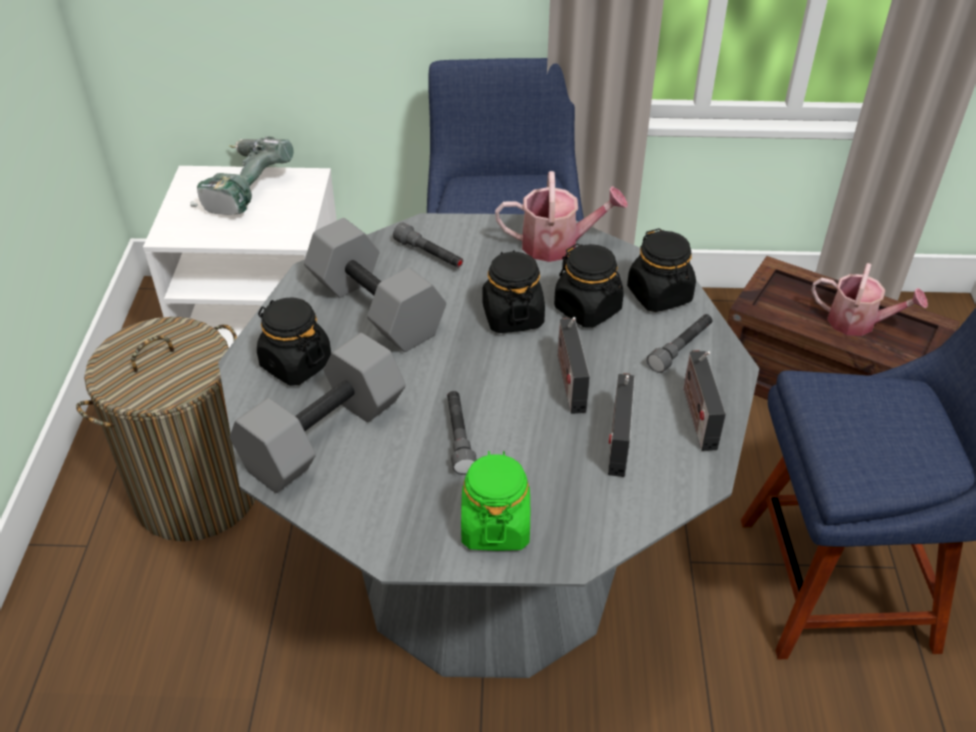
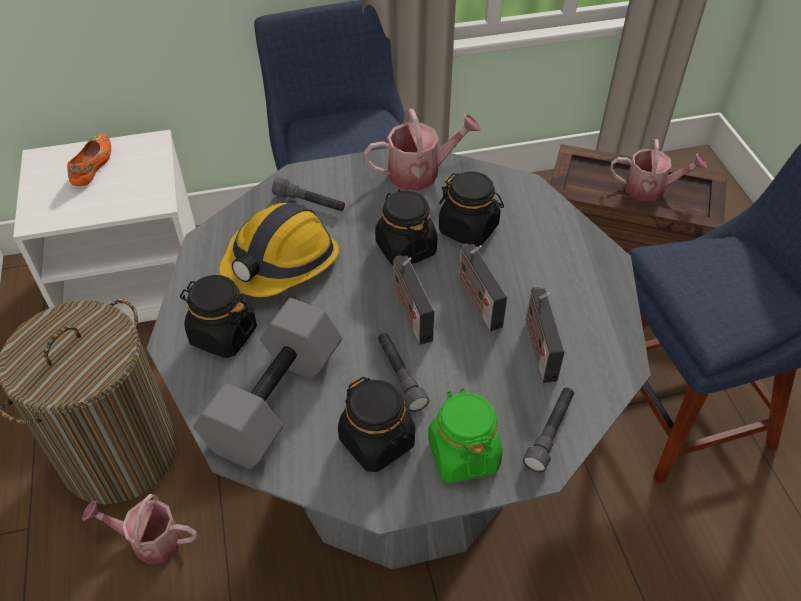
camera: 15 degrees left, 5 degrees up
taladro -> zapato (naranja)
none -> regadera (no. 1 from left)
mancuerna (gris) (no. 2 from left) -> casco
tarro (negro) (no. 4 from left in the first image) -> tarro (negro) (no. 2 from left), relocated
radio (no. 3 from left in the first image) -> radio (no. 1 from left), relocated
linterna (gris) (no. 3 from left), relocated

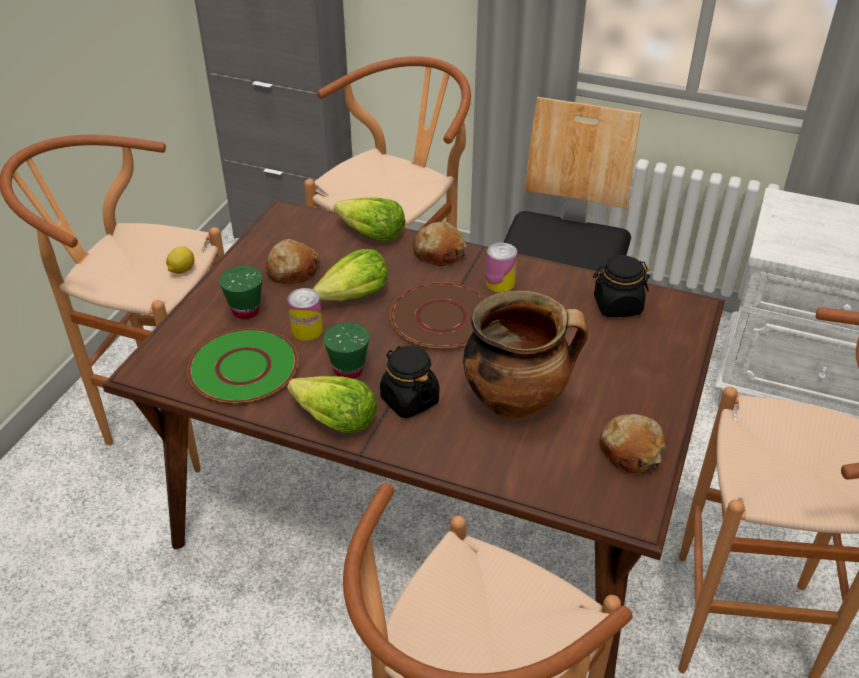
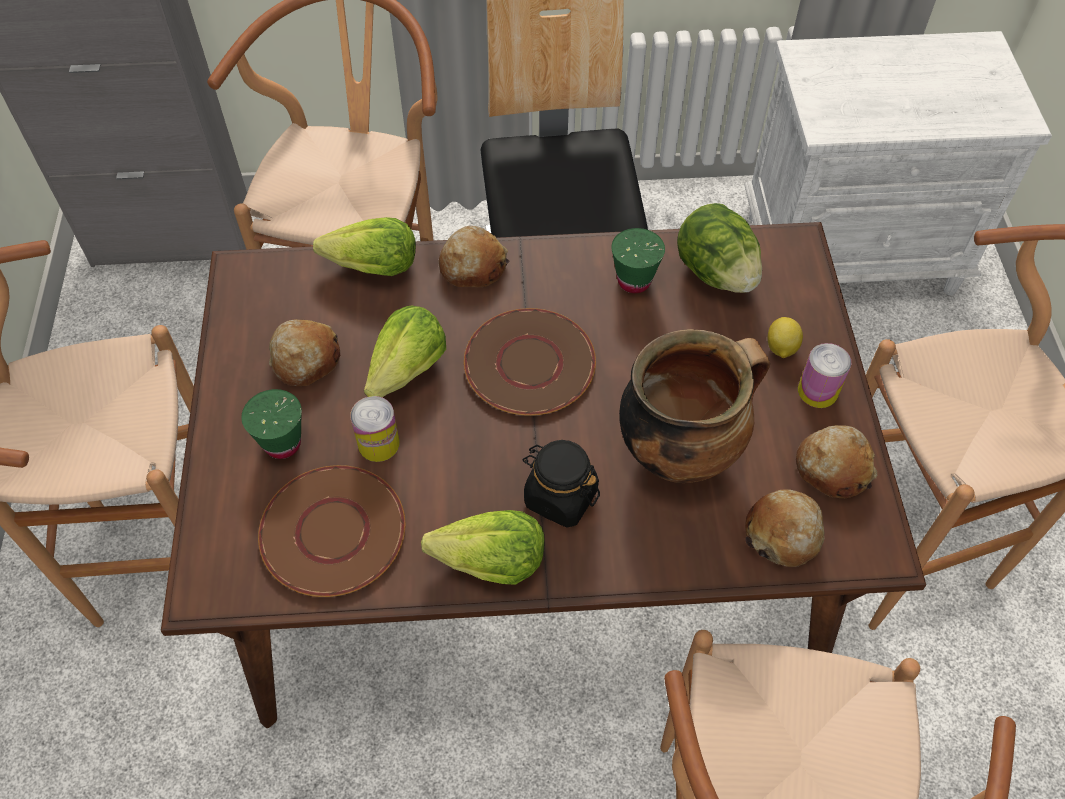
camera: 25 degrees left, 15 degrees up
plato (verde) -> plato (marrón) (no. 1 from left)
taza (verde) (no. 2 from left), relocated
tarro (negro) (no. 2 from left) -> lechuga (no. 4 from left)
none -> pan (no. 3 from left)
limón, relocated
lata (no. 2 from left), relocated

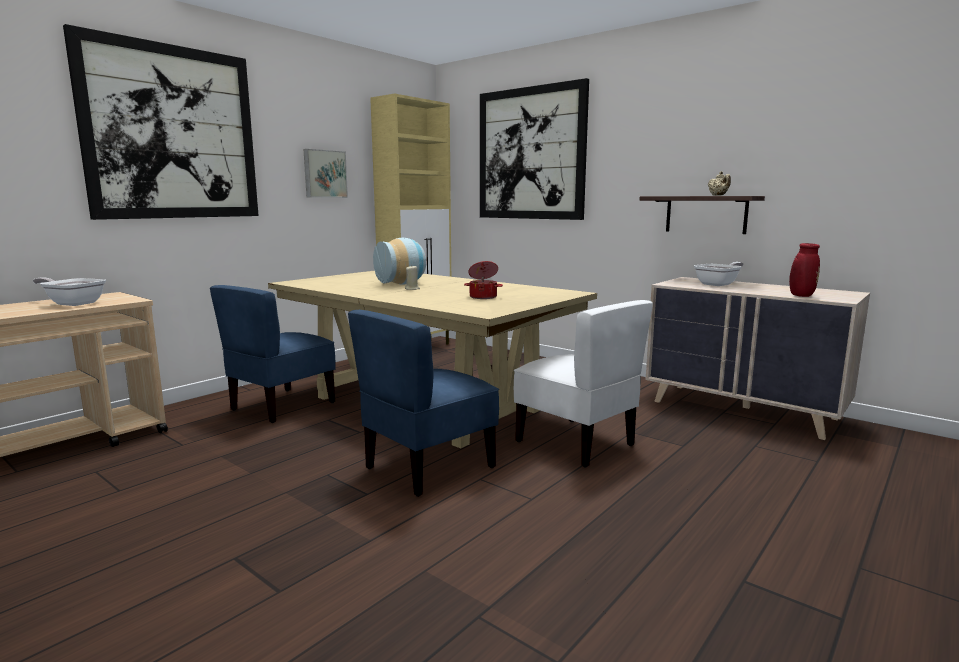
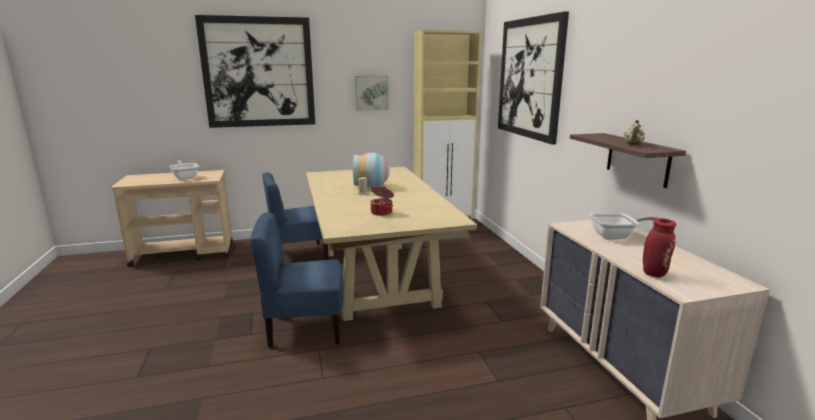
camera: 35 degrees right, 5 degrees up
silla (blanco) -> none

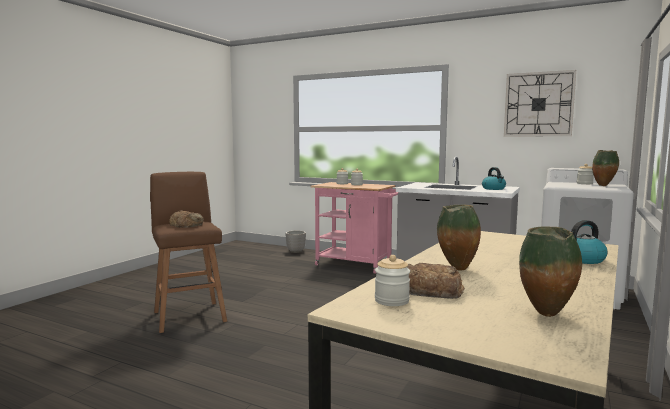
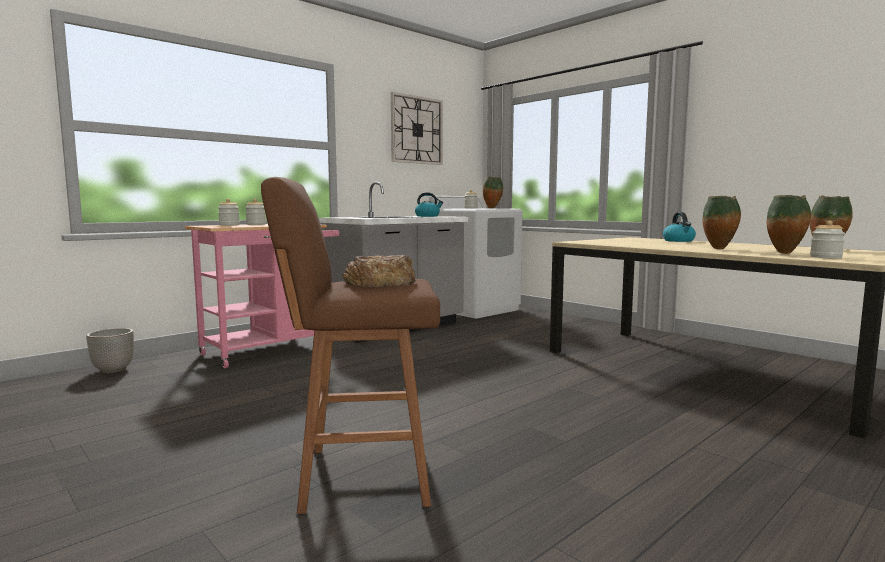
camera: 70 degrees left, 0 degrees up
pan (no. 2 from left) -> florero (no. 3 from left)

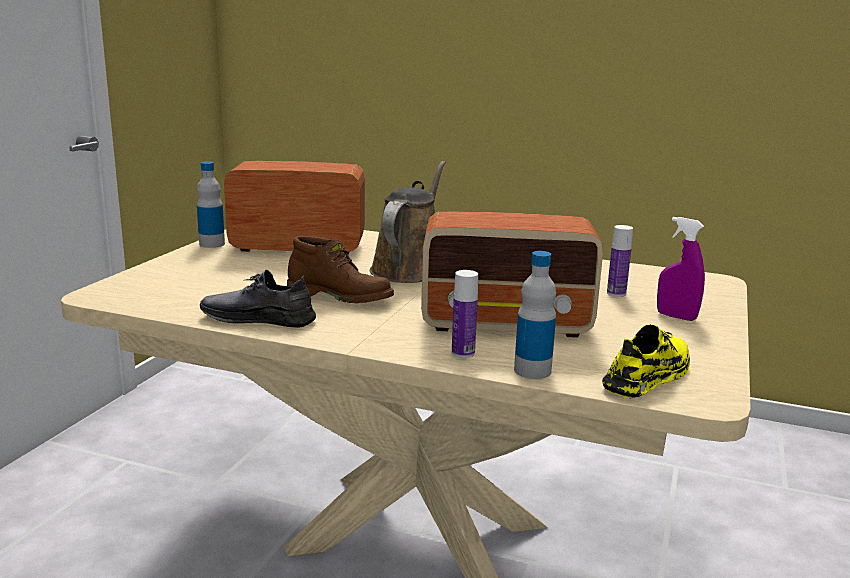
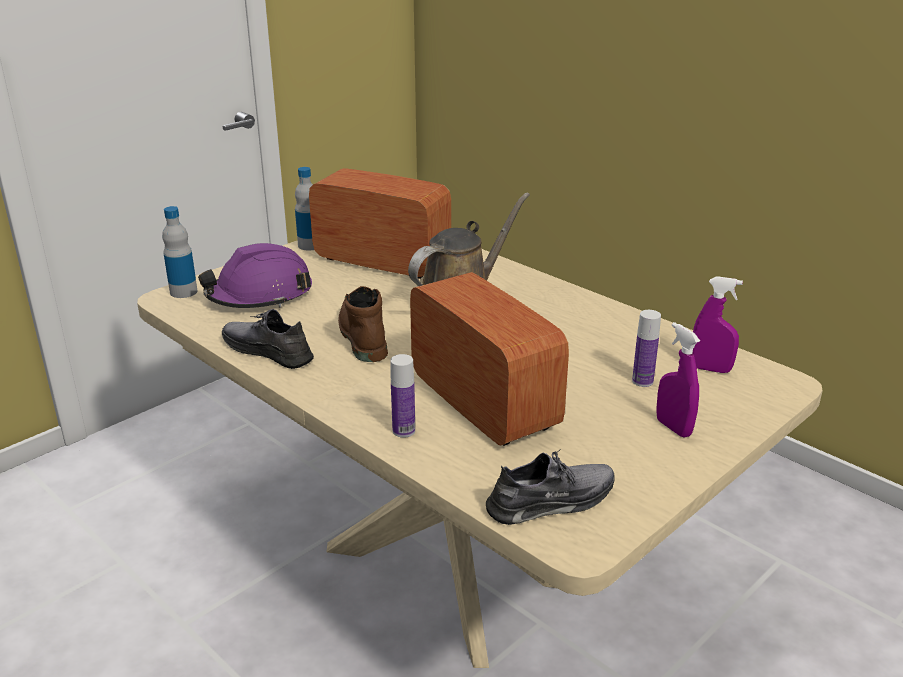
camera: 25 degrees right, 10 degrees up
botella (no. 3 from left in the first image) -> botella (no. 1 from left), relocated
none -> casco (morado)
bota (marrón), 150 degrees counterclockwise
radio (no. 2 from left), 150 degrees counterclockwise
zapato (amarillo) -> zapato (gris) (no. 2 from left)
none -> pulverizador (morado) (no. 2 from left)

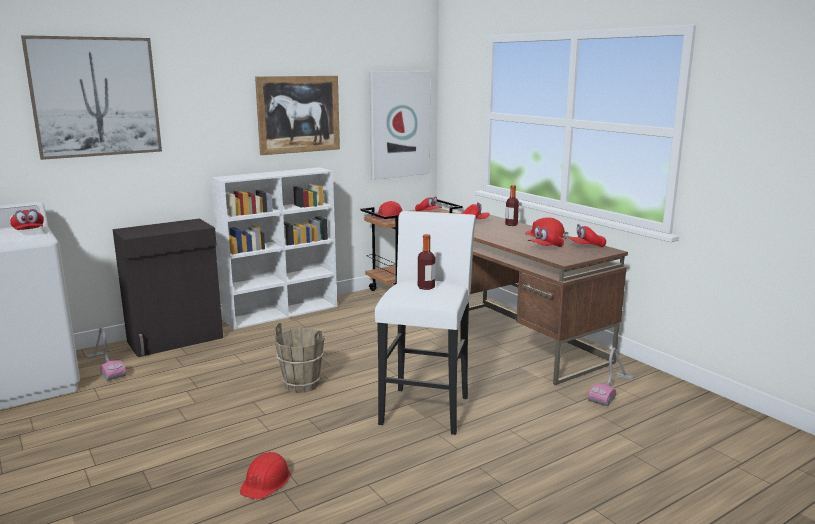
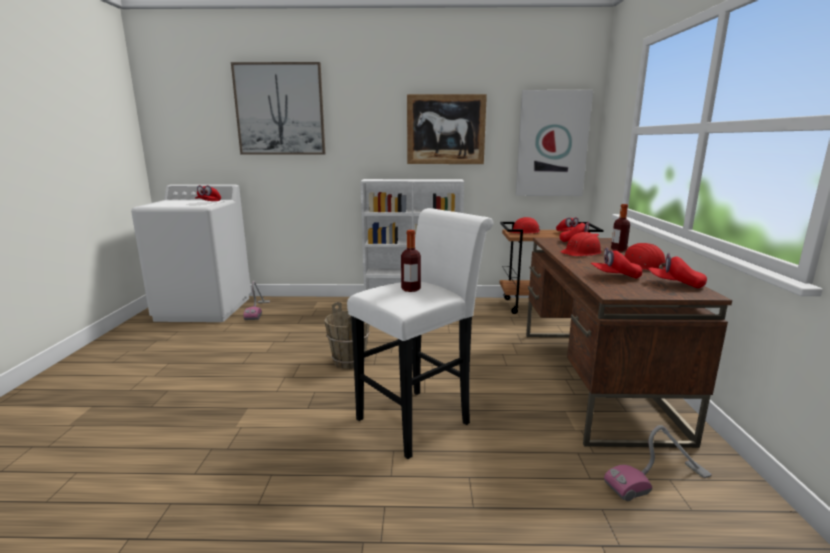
camera: 35 degrees right, 0 degrees up
casco (rojo) (no. 1 from left in the first image) -> casco (rojo) (no. 2 from left), relocated
armario (negro) -> none

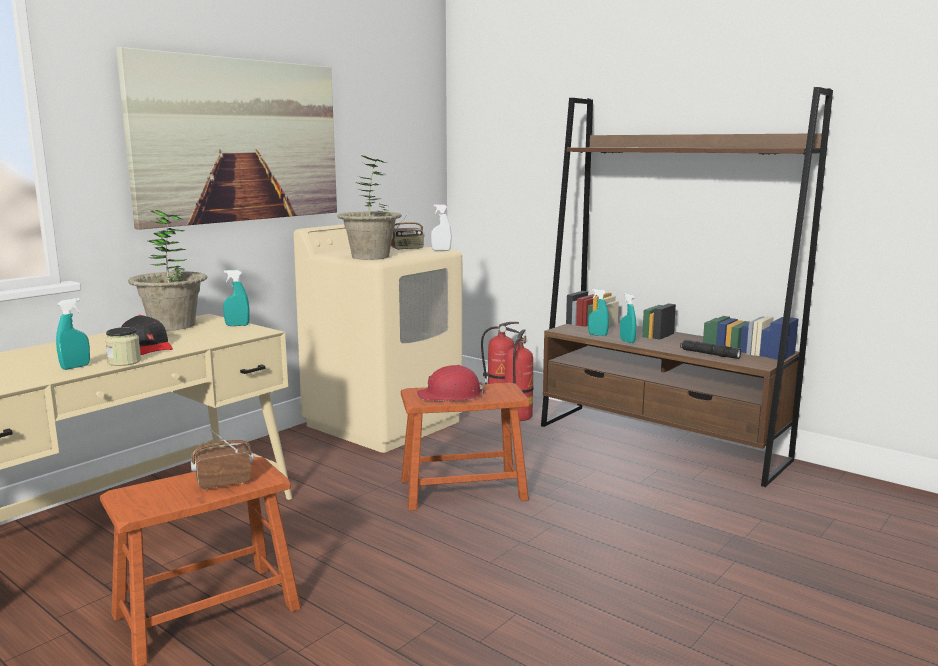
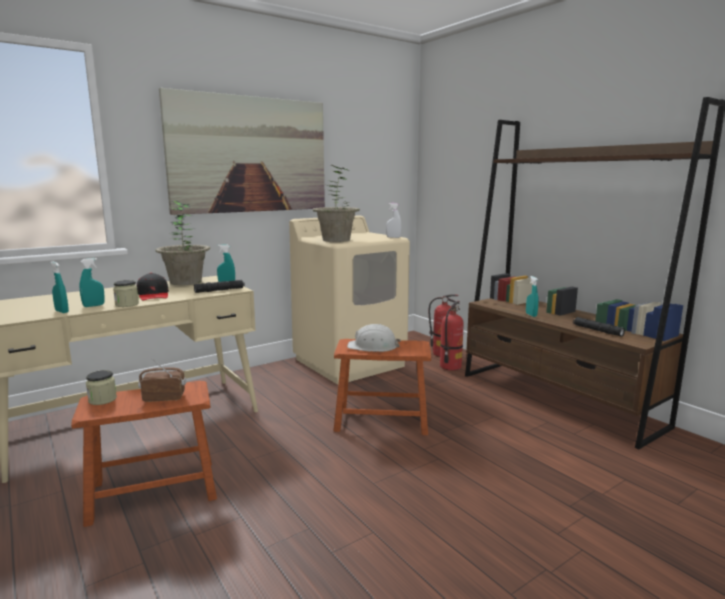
camera: 15 degrees right, 0 degrees up
pulverizador (turquesa) (no. 3 from left in the first image) -> pulverizador (turquesa) (no. 1 from left), relocated
none -> tarro (no. 1 from left)
none -> linterna (negro) (no. 1 from left)
casco (rojo) -> casco (blanco)
radio (no. 2 from left) -> none

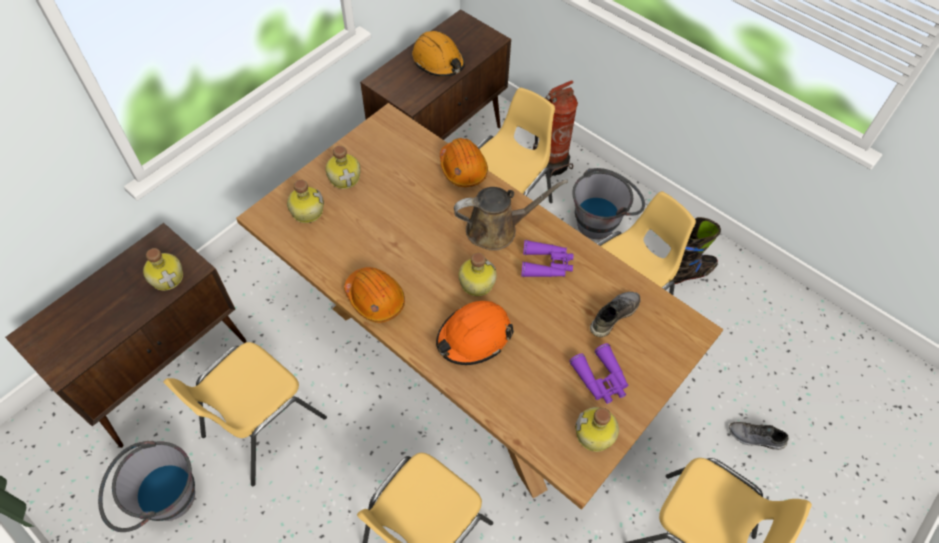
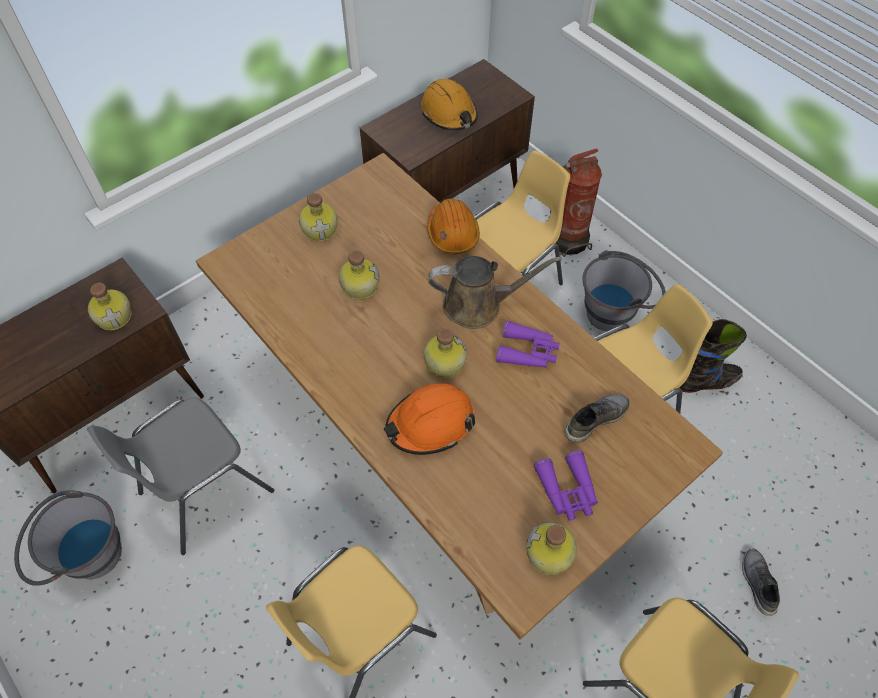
camera: 10 degrees right, 0 degrees up
silla (amarillo) (no. 1 from left) -> silla (gris)
botella (no. 2 from left in the first image) -> botella (no. 3 from left), relocated
zapato (gris) (no. 2 from left), 60 degrees clockwise
casco (naranja) (no. 1 from left) -> none

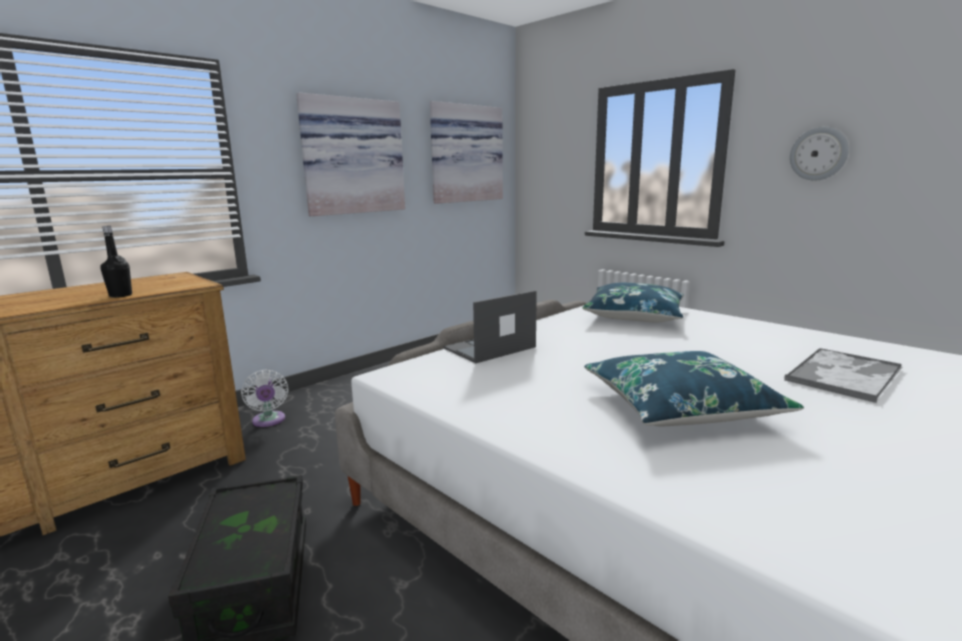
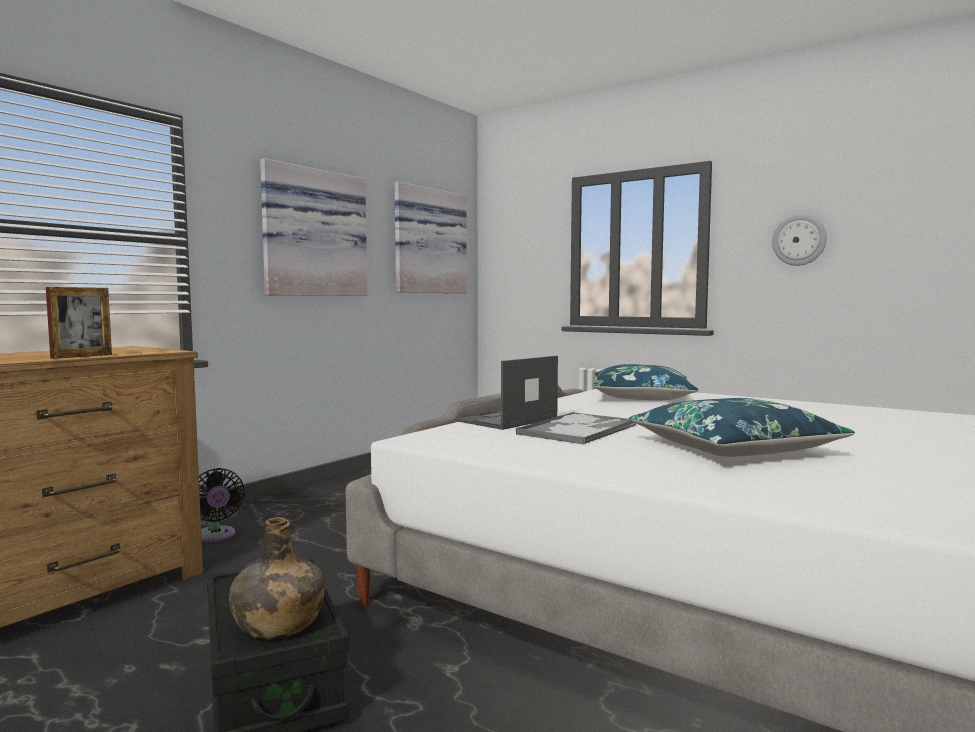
camera: 10 degrees left, 10 degrees down
botella (negro) -> portarretratos
ventilador (blanco) -> ventilador (negro)
none -> botella (verde)
bandeja, relocated

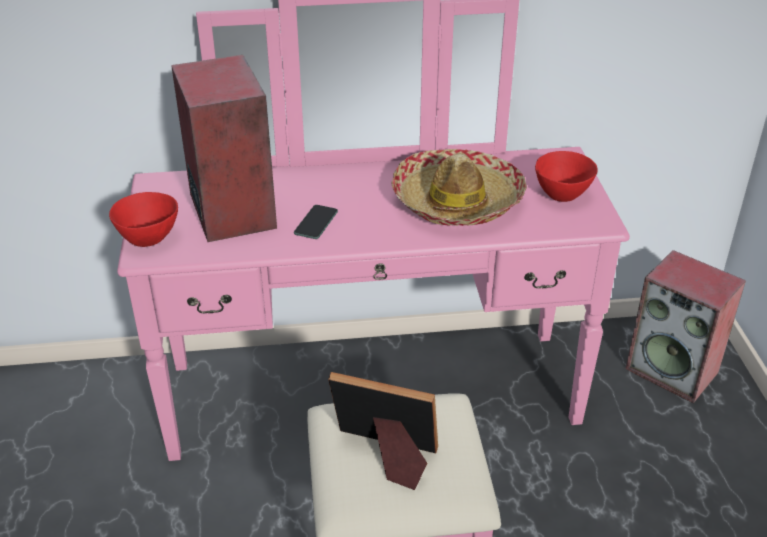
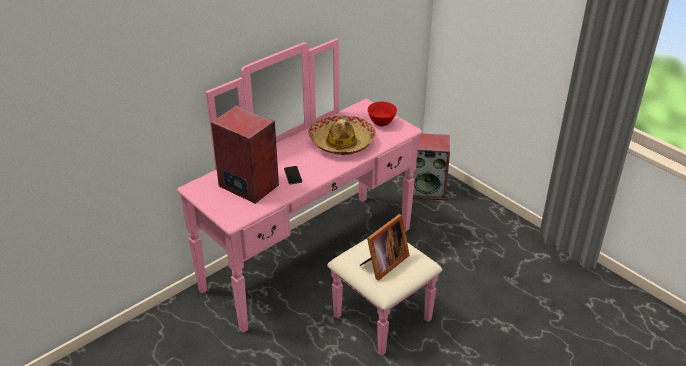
camera: 35 degrees left, 0 degrees up
portarretratos, 150 degrees clockwise
cuenco (rojo) (no. 1 from left) -> none

